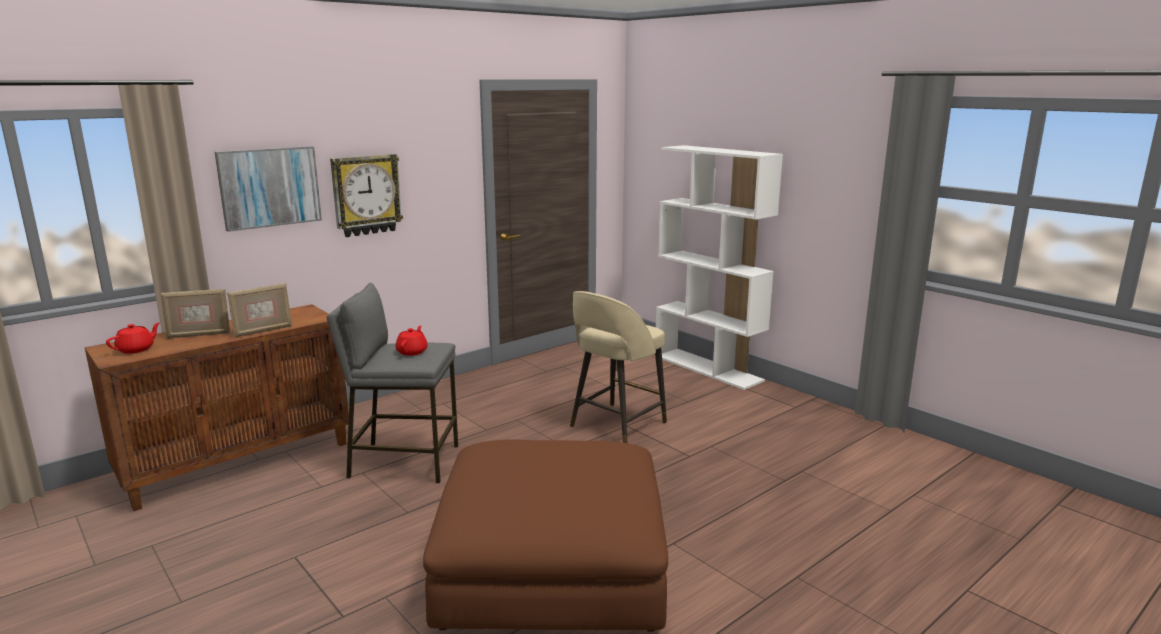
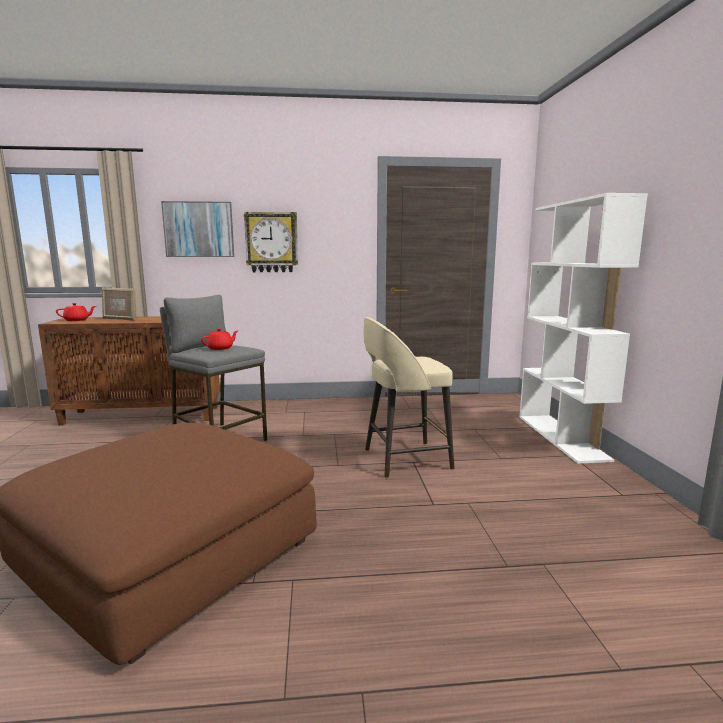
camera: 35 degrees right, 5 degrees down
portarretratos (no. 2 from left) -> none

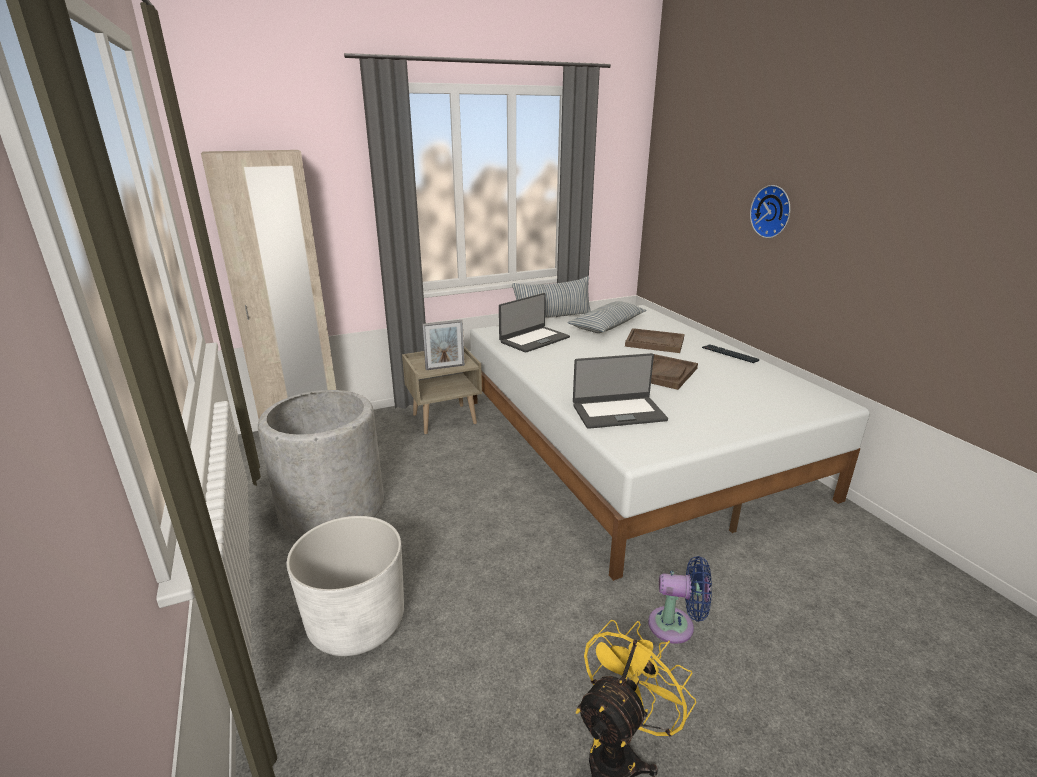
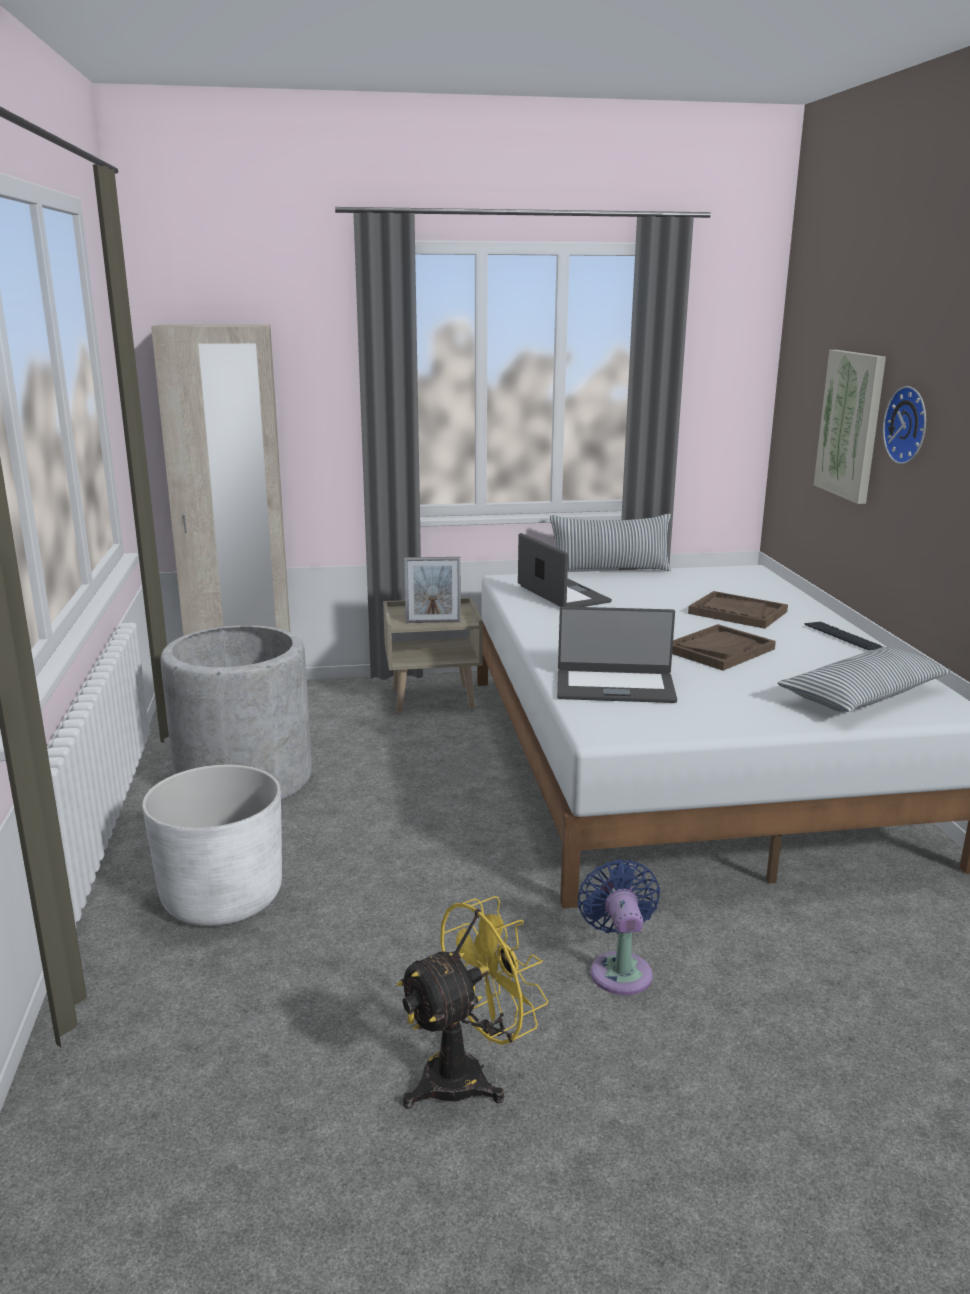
camera: 15 degrees right, 5 degrees down
portátil (no. 1 from left), 90 degrees counterclockwise
ventilador (azul), 120 degrees counterclockwise
cojín (no. 2 from left), relocated
none -> cuadro

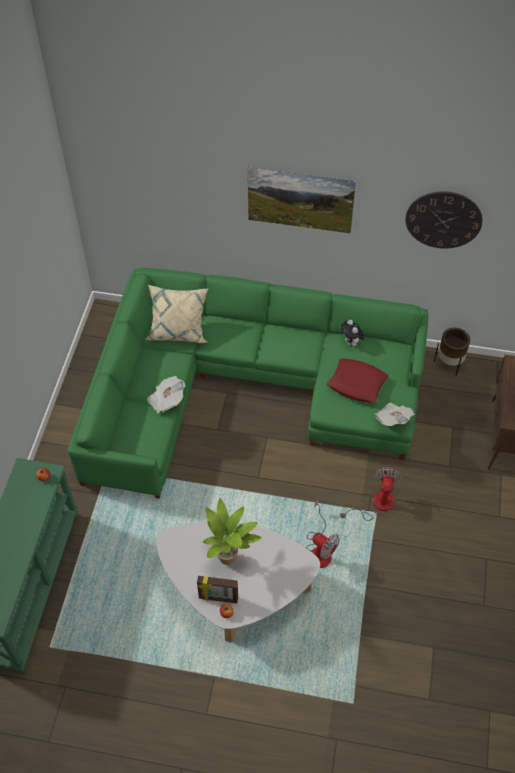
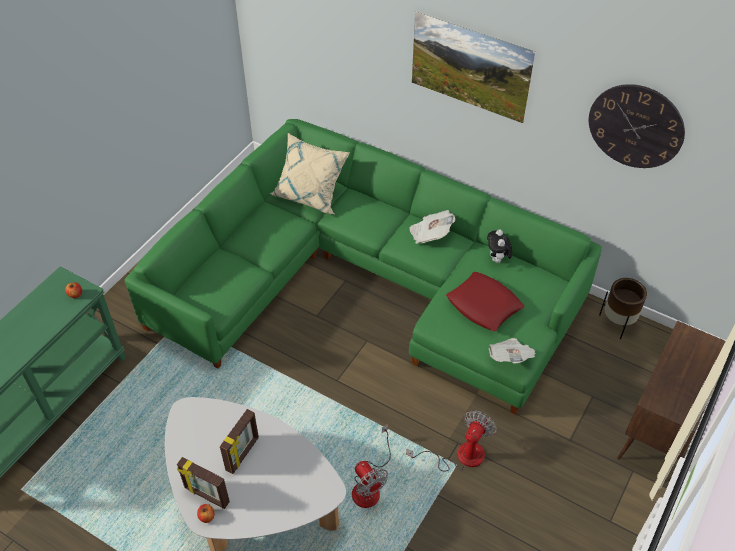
camera: 20 degrees right, 5 degrees down
planta en maceta -> portarretratos (no. 2 from left)
periódico (no. 1 from left), relocated

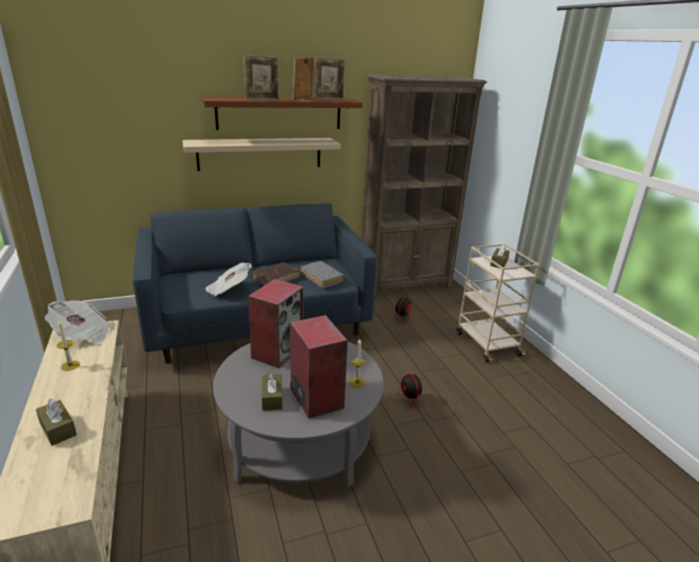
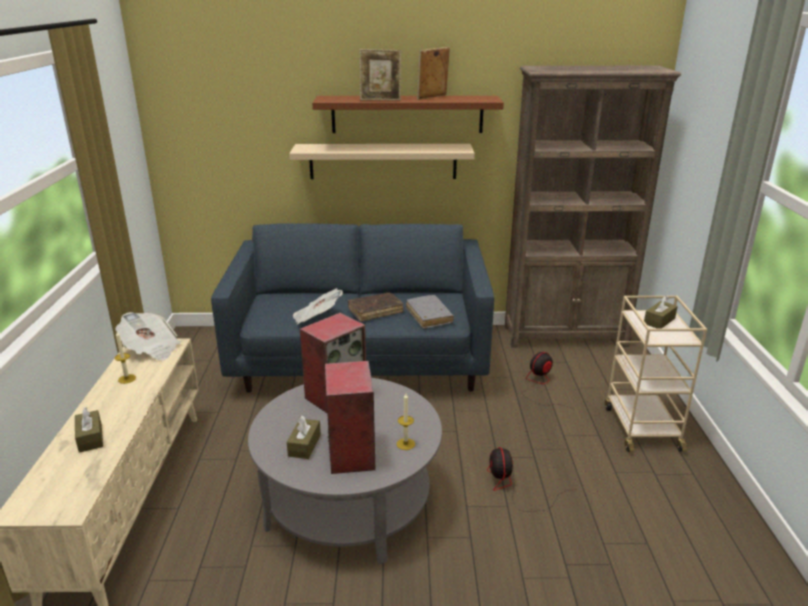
camera: 20 degrees right, 0 degrees up
portarretratos (no. 3 from left) -> none

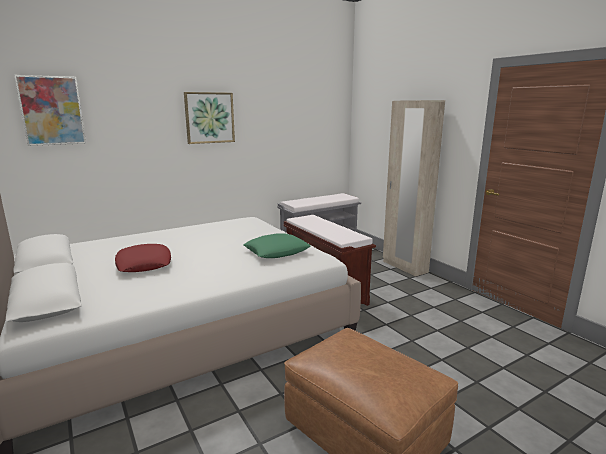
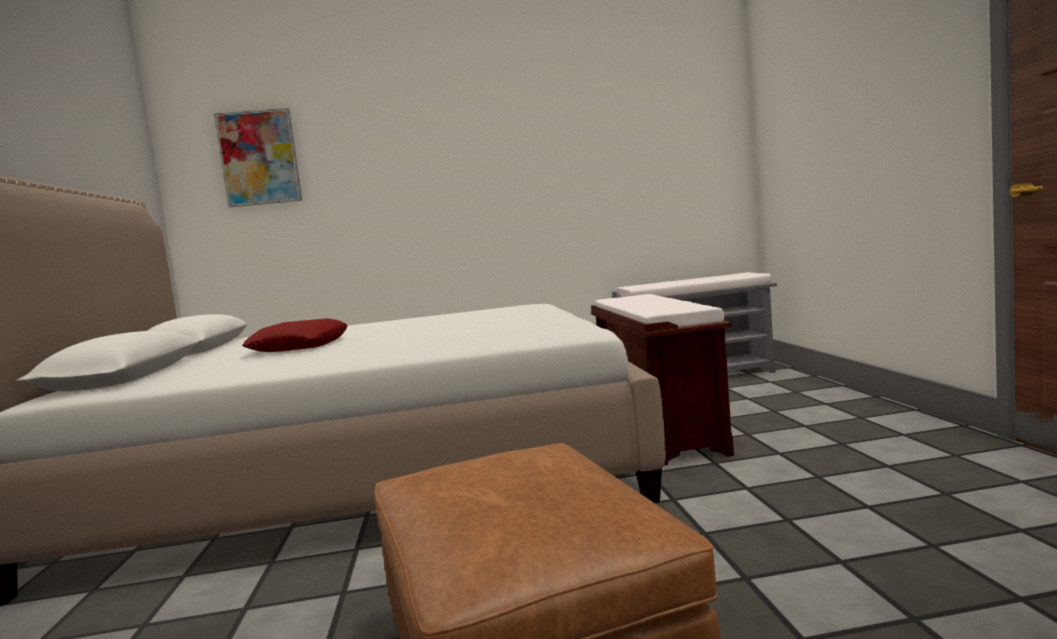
camera: 25 degrees right, 10 degrees down
cuadro (no. 2 from left) -> none
cojín (verde) -> none
armario ropero (beis) -> none

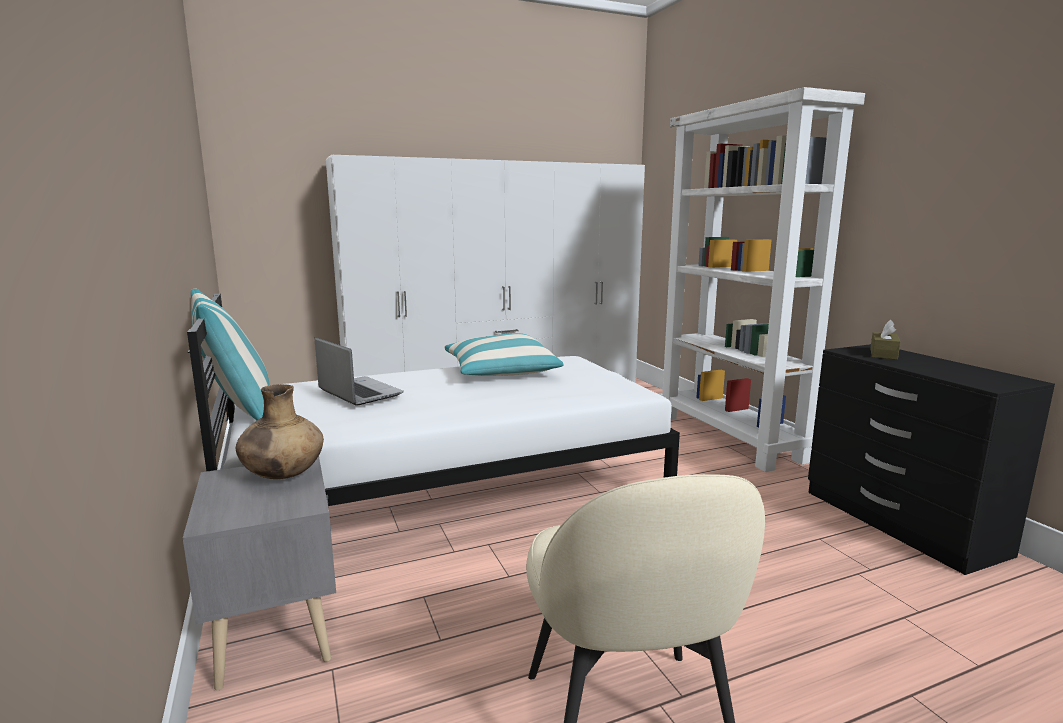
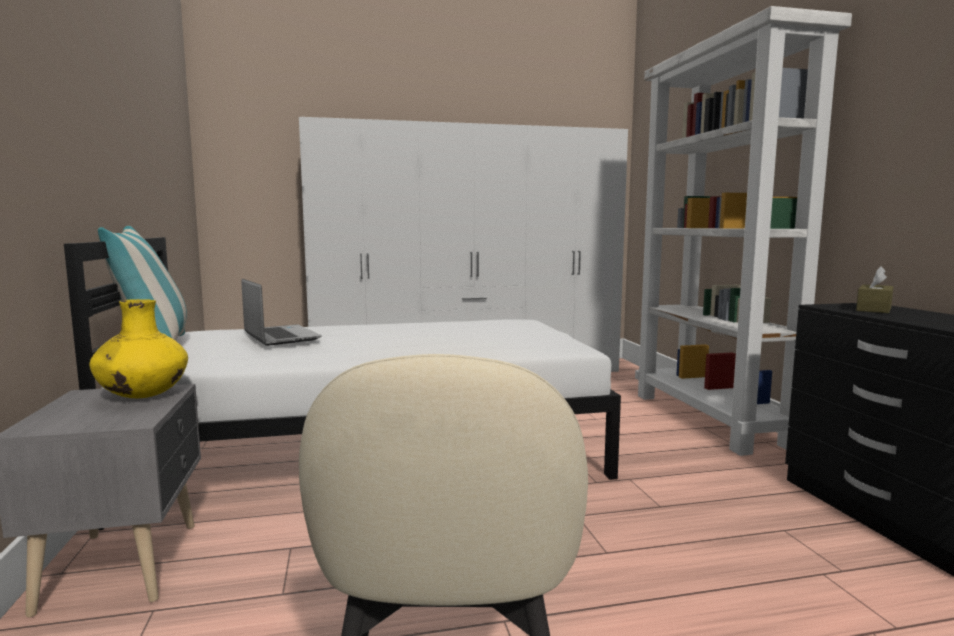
camera: 10 degrees right, 5 degrees down
florero (marrón) -> florero (amarillo)
cojín (no. 2 from left) -> none

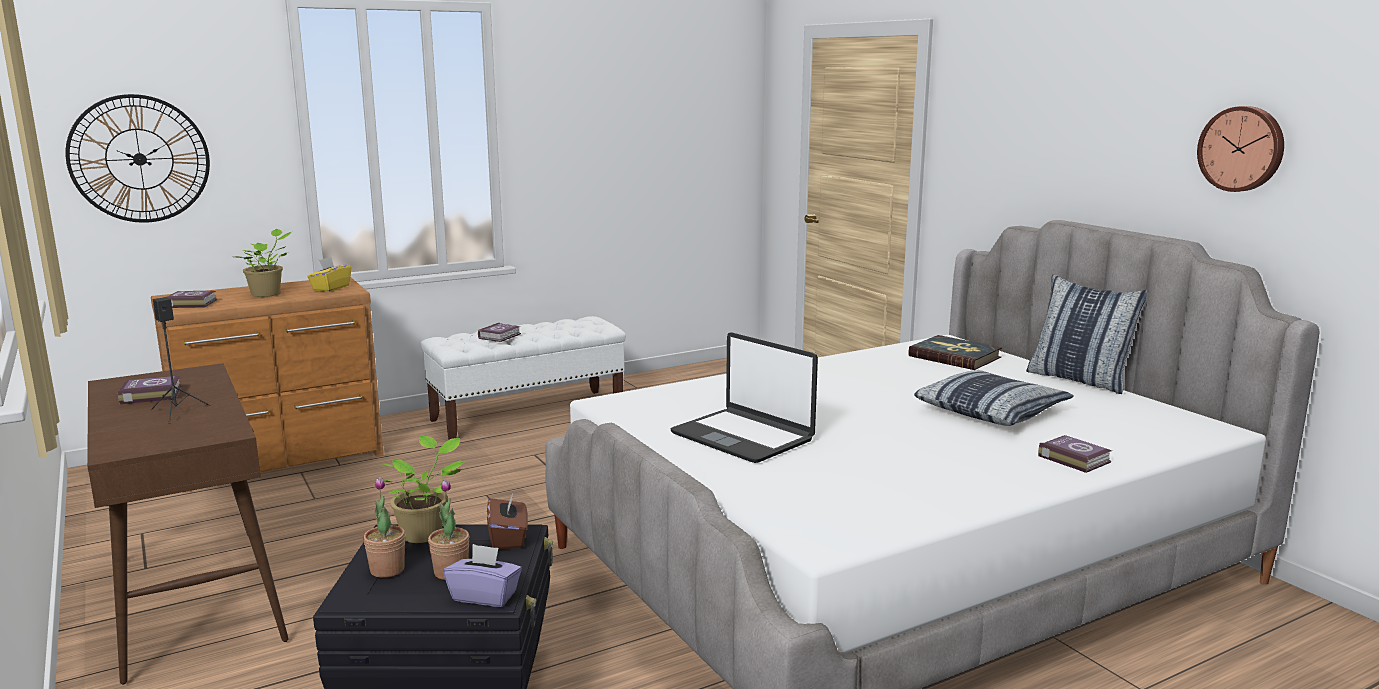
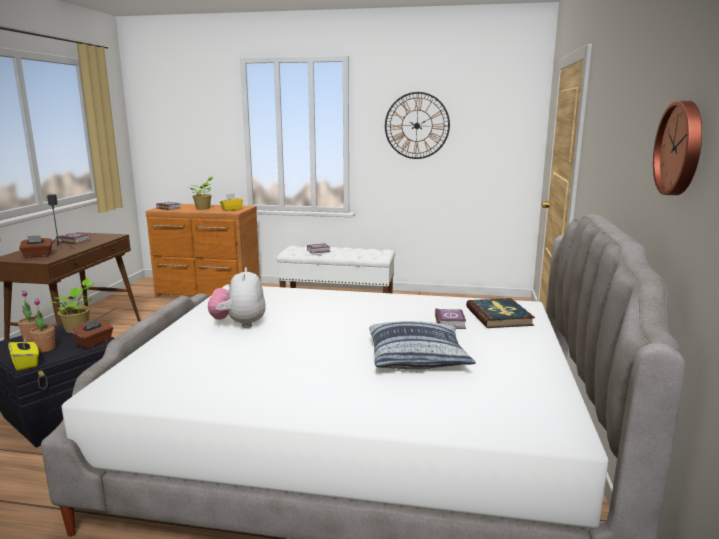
camera: 40 degrees right, 0 degrees up
caja de pañuelos (morado) -> caja de pañuelos (amarillo) (no. 1 from left)
none -> caja de pañuelos (marrón) (no. 1 from left)
portátil -> peluche
reloj de pared (no. 1 from left), relocated
libro (no. 5 from left in the first image) -> libro (no. 4 from left), relocated
cojín (no. 2 from left) -> none

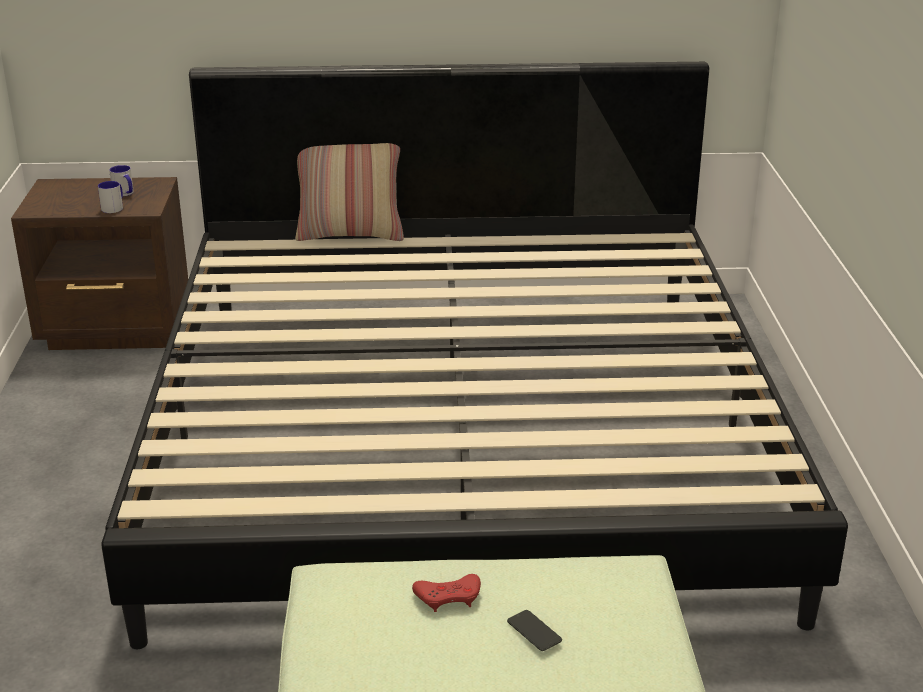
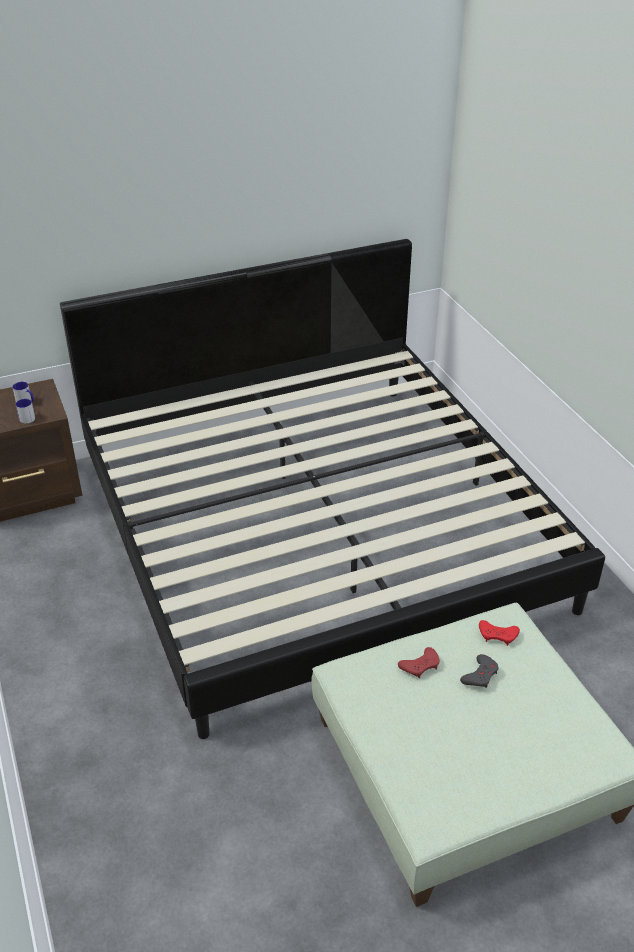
camera: 20 degrees left, 10 degrees up
móvil -> mando de consola (gris)
none -> mando de consola (rojo) (no. 2 from left)
cojín -> none

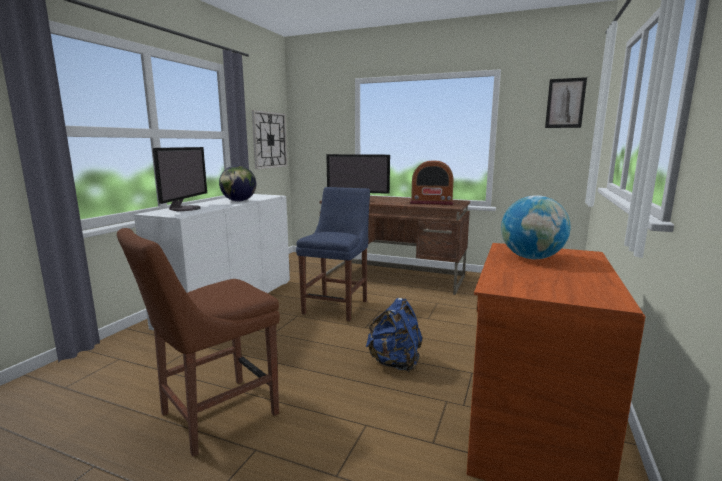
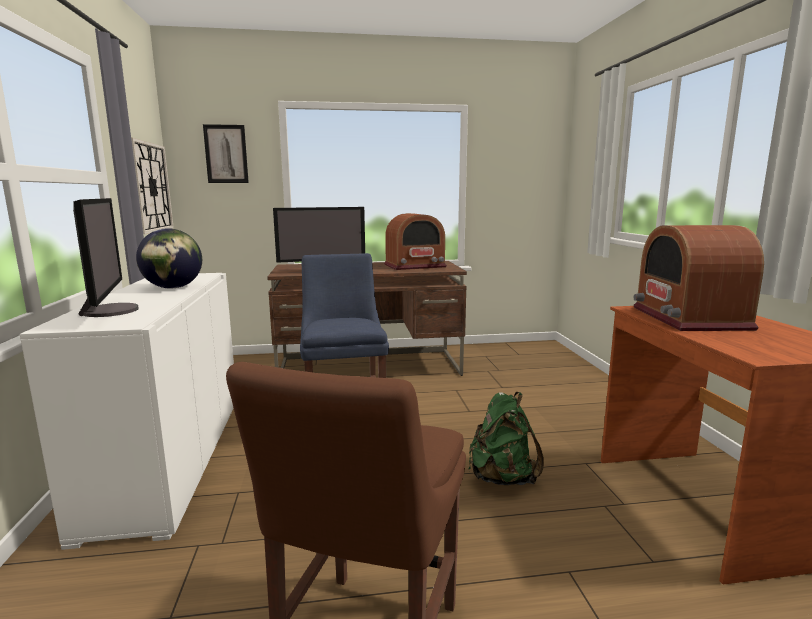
camera: 30 degrees left, 0 degrees up
cuadro, relocated
mochila (azul) -> mochila (verde)
globo terráqueo (no. 2 from left) -> radio (no. 2 from left)

